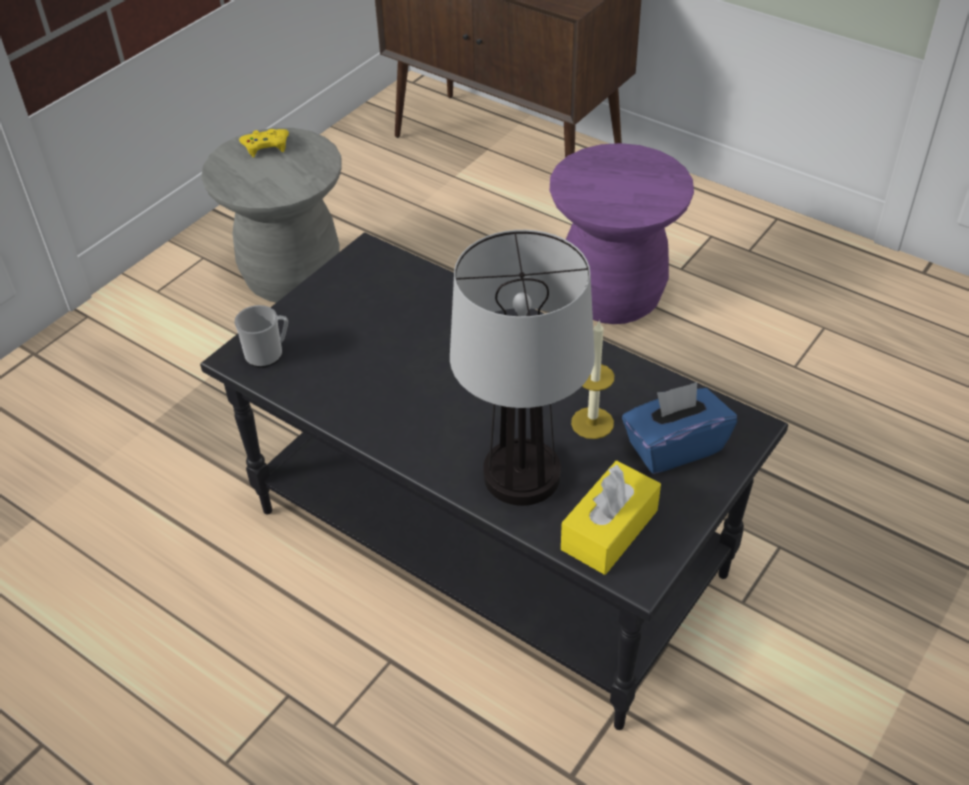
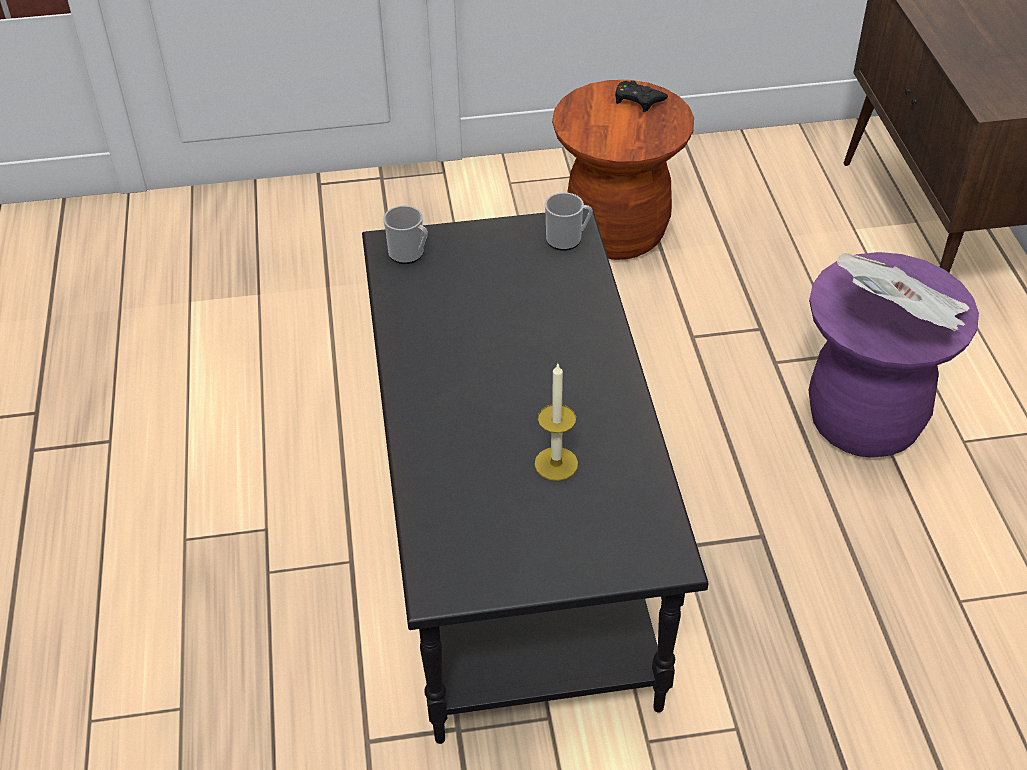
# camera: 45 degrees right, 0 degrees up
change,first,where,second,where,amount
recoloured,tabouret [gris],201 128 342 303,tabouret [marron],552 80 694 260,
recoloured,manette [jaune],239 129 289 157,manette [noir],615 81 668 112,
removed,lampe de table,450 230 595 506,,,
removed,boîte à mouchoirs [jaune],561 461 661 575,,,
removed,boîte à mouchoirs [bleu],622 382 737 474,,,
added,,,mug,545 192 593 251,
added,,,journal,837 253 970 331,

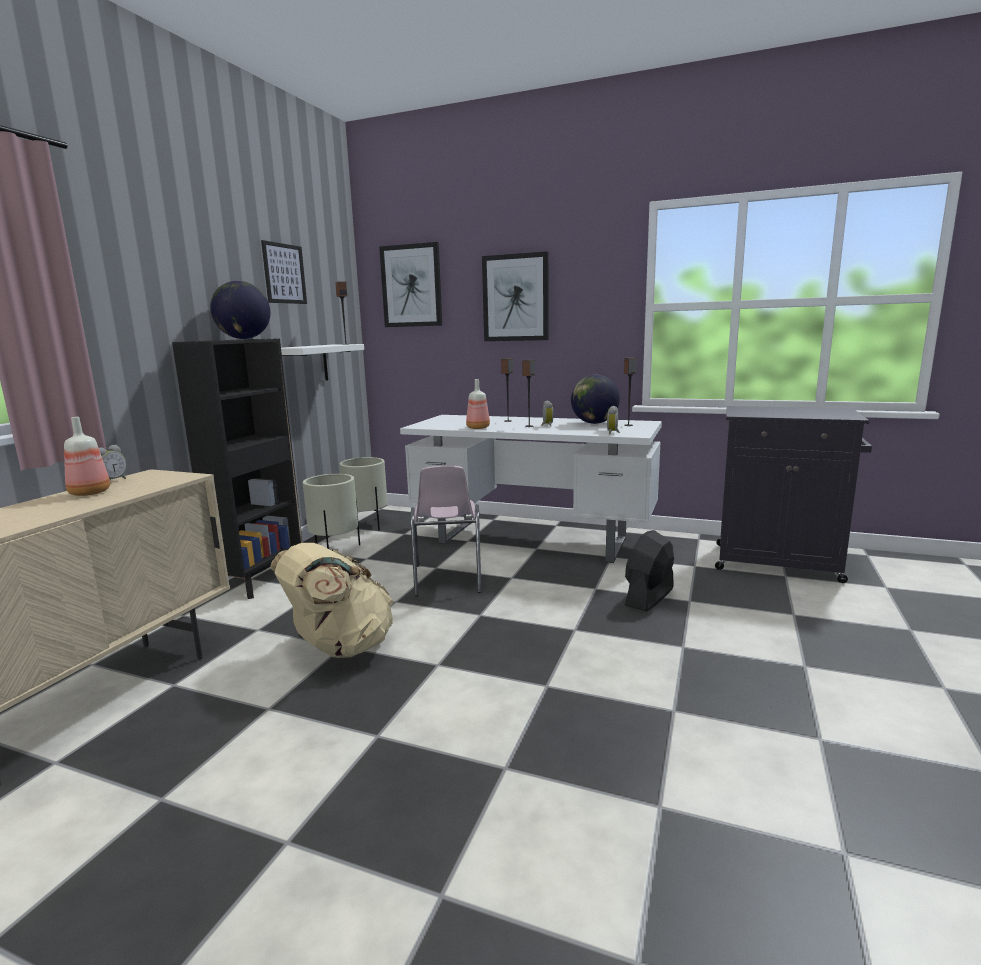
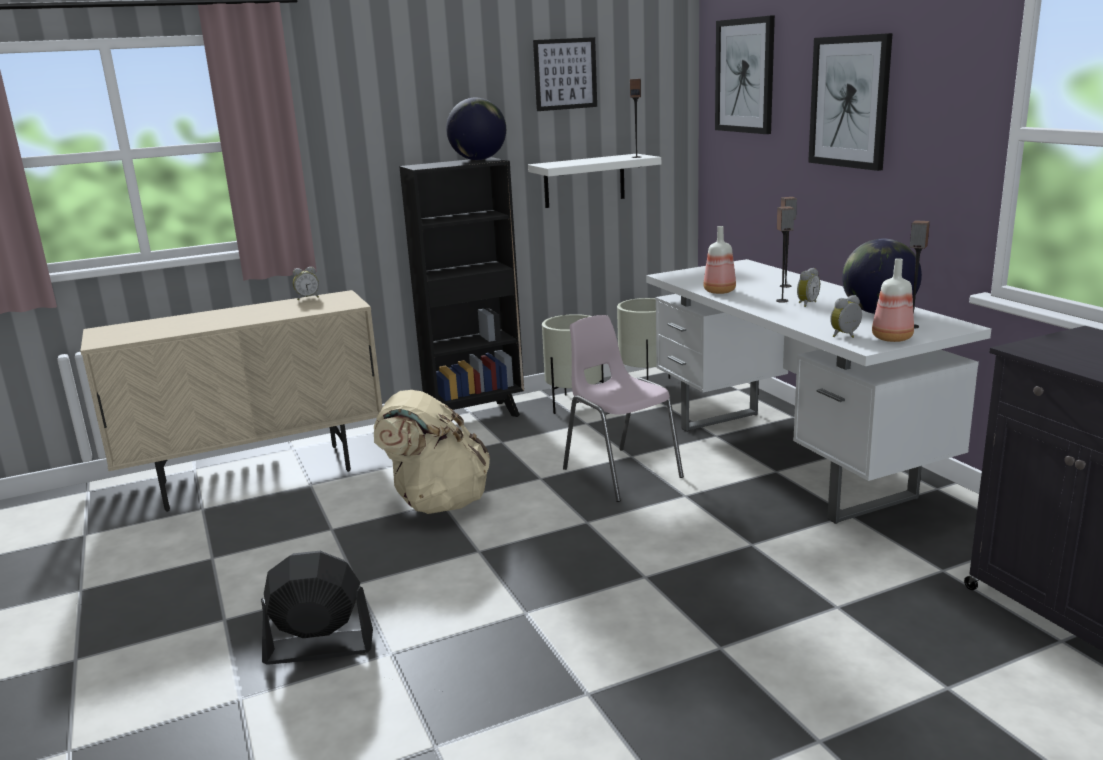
# camera: 45 degrees right, 5 degrees up
change,first,where,second,where,amount
moved,bouteille,64 417 110 496,,872 258 914 342,
turned,chaise [rose],410 466 481 596,,563 315 684 502,105 degrees clockwise
moved,ventilateur [noir],625 530 674 612,,261 551 373 665,

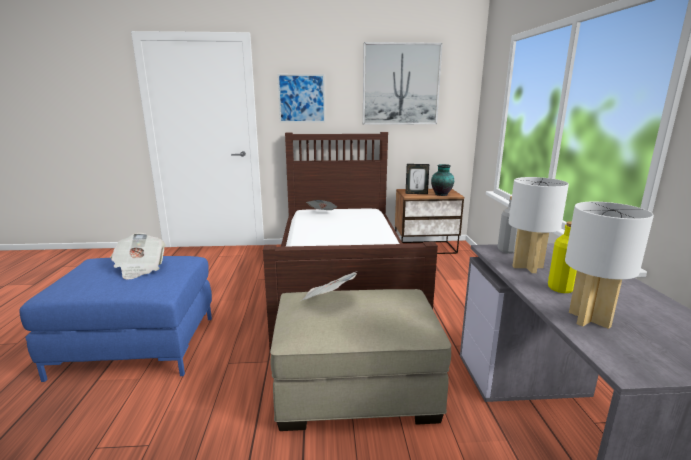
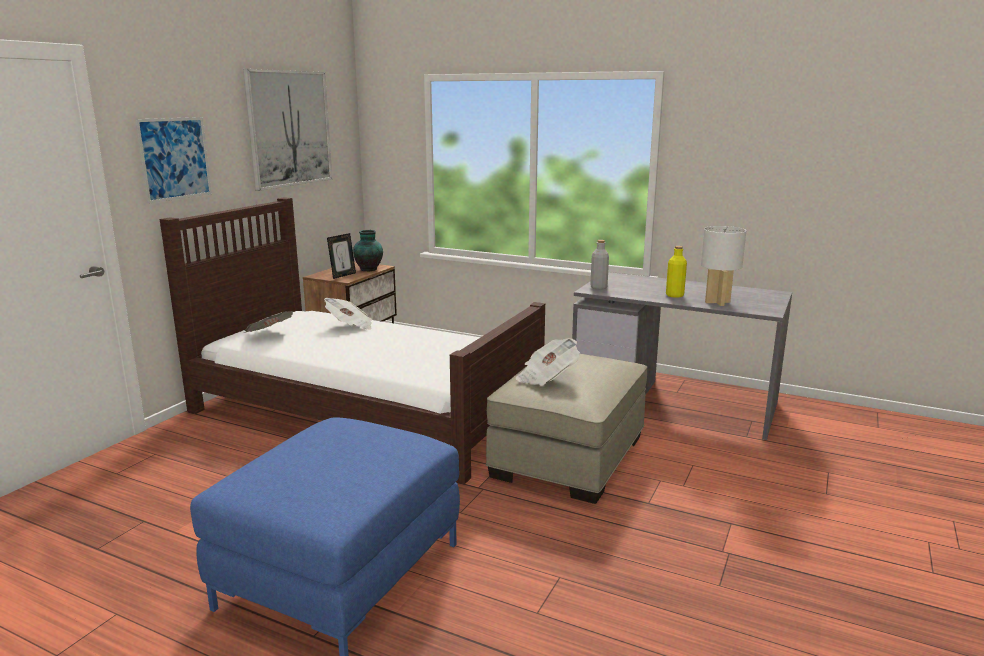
# camera: 60 degrees left, 0 degrees up
change,first,where,second,where,amount
moved,journal,110 233 165 280,,324 298 372 330,
removed,lampe de table [blanc],508 177 569 273,,,

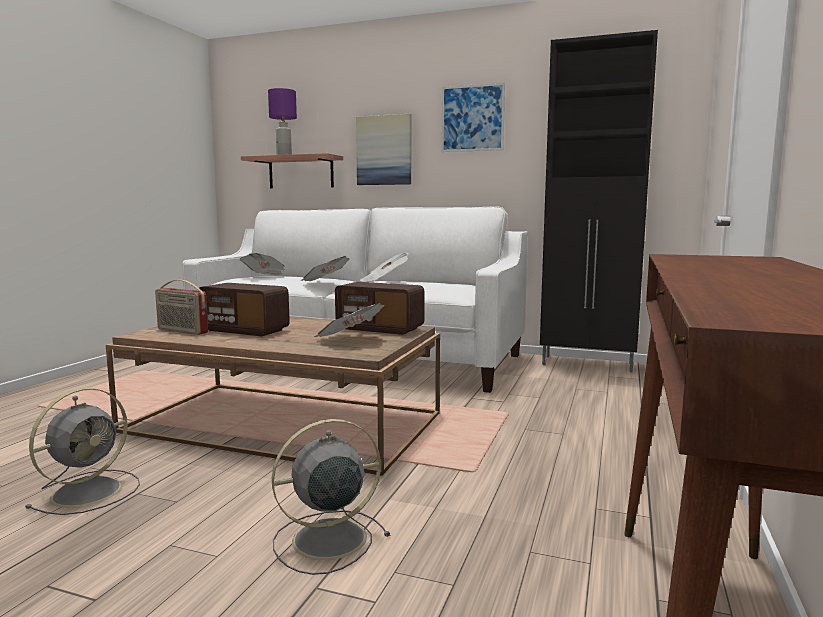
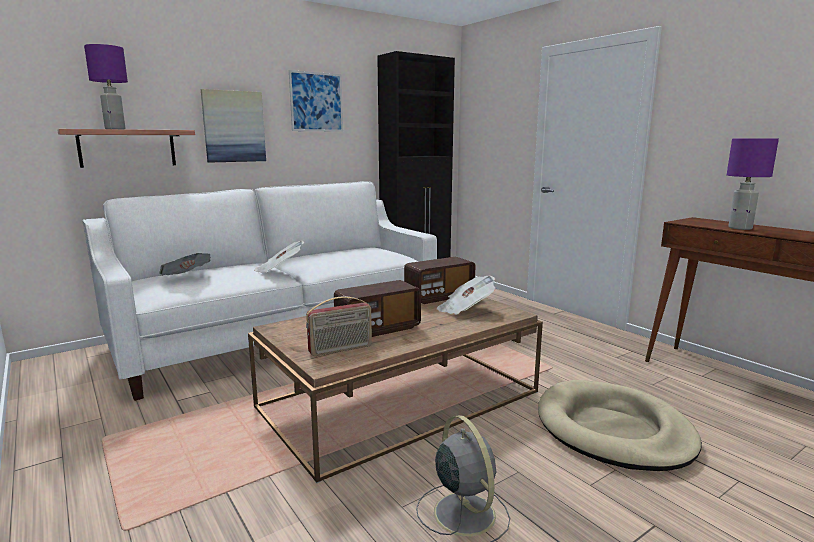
# camera: 55 degrees left, 5 degrees up
change,first,where,second,where,amount
replaced,ventilateur [gris],272 419 390 575,panier pour chien [beige],538 380 702 471,
removed,journal,360 253 409 282,,,
added,,,lampe de table [violet],727 138 779 230,

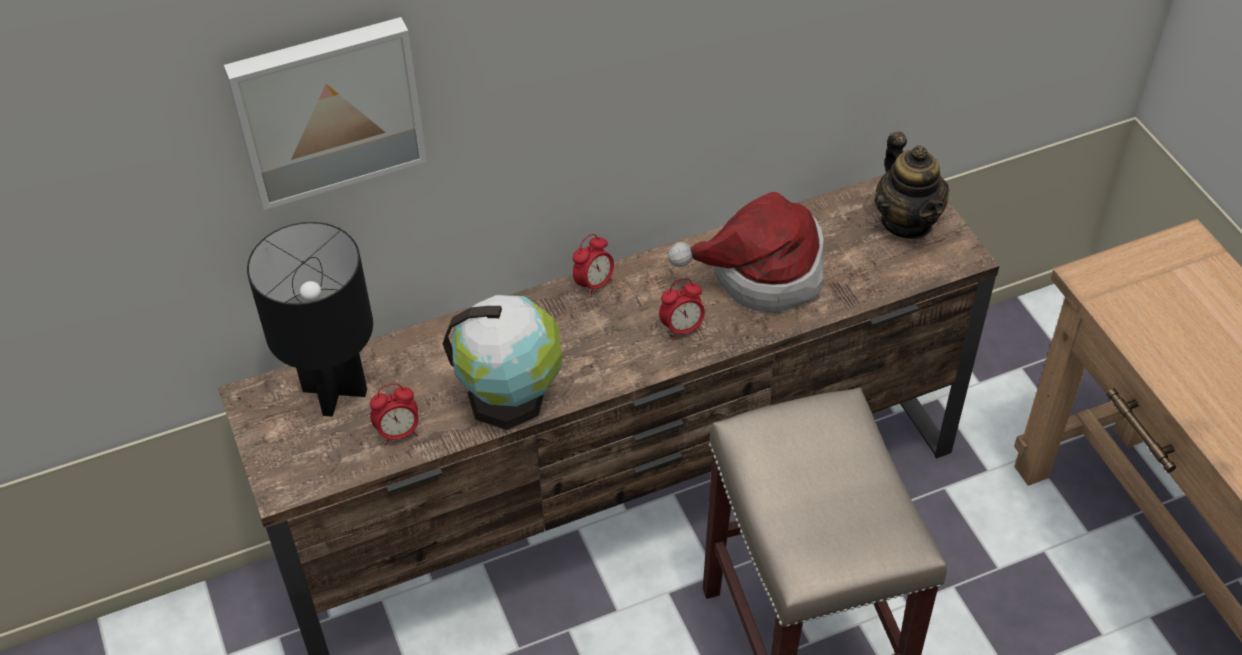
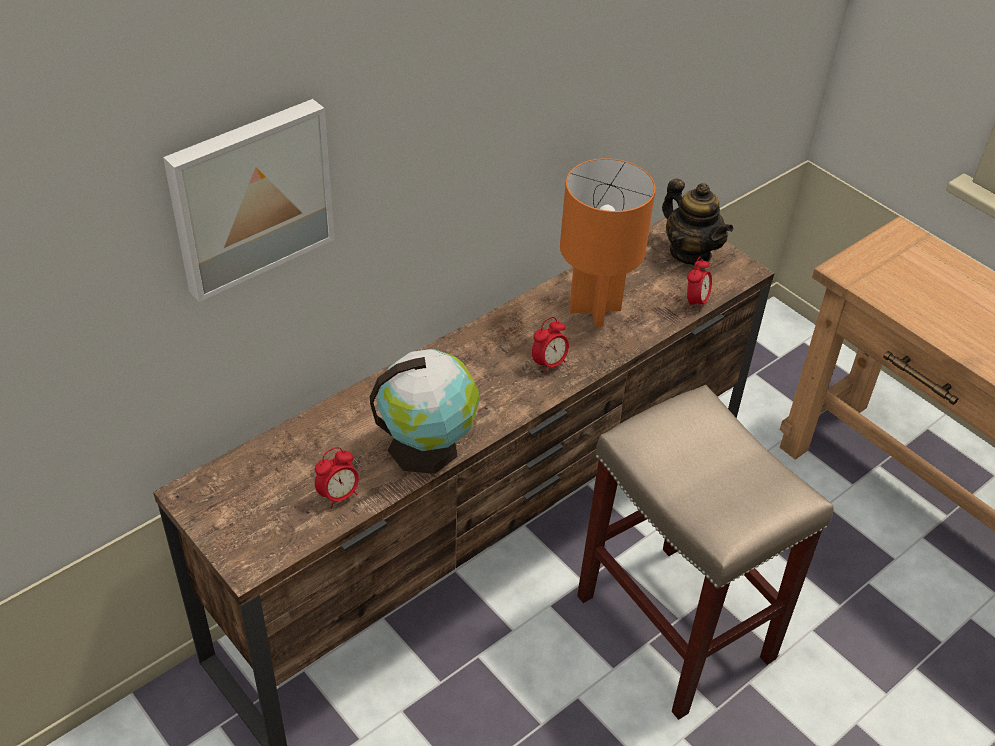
# camera: 20 degrees left, 5 degrees down
change,first,where,second,where,amount
removed,lampe de table [noir],247 222 373 417,,,
moved,réveil,573 234 614 297,,687 257 712 312,
replaced,chapeau,668 192 824 313,lampe de table [orange],560 158 656 327,

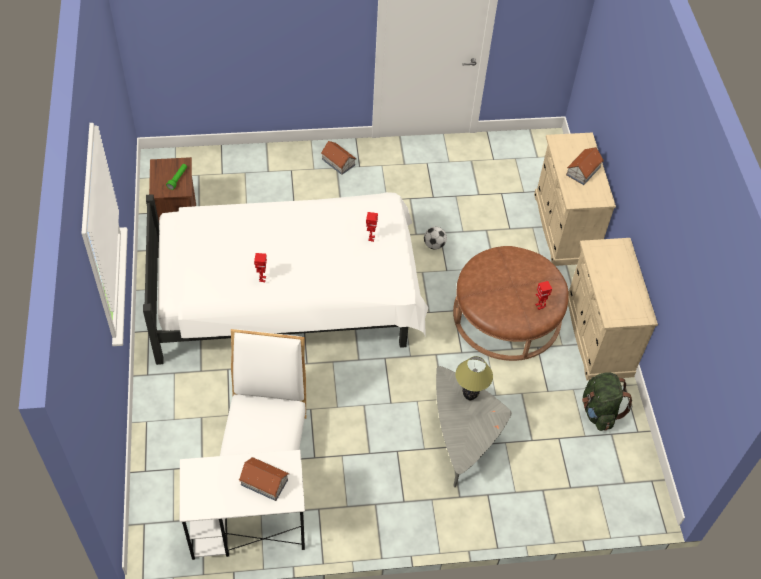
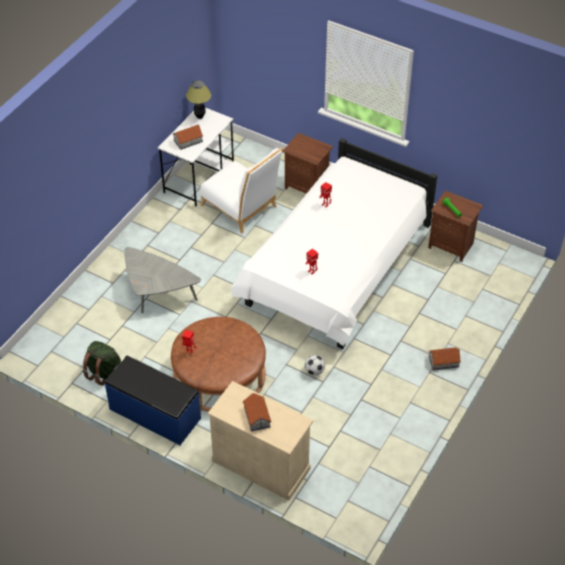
# camera: 130 degrees right, 5 degrees down
change,first,where,second,where,amount
moved,lampe de table,456 356 493 400,,186 80 211 119,
replaced,meuble de rangement [beige],568 238 658 381,banc [bleu],105 356 201 445,
added,,,table de chevet [marron],282 133 333 194,

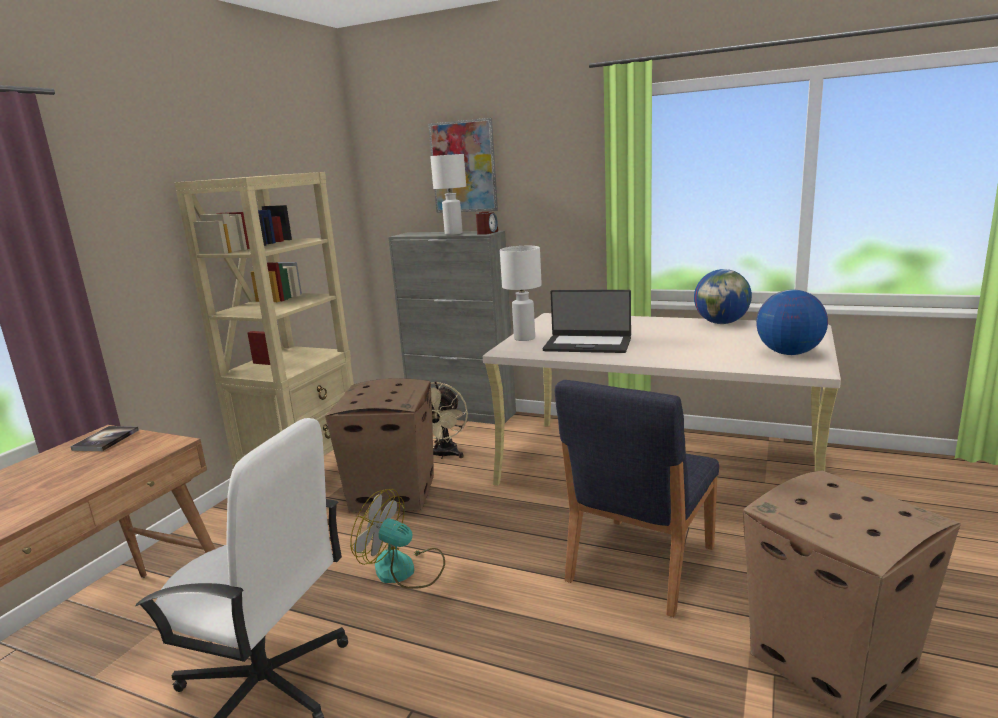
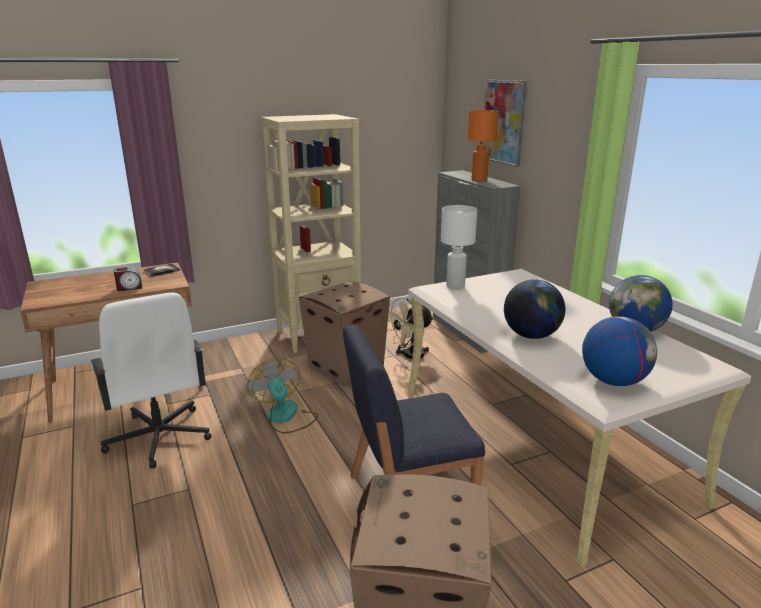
# camera: 40 degrees right, 5 degrees up
change,first,where,second,where,amount
recoloured,lampe de table [blanc],430 154 466 235,lampe de table [orange],467 110 499 181,
moved,réveil,476 211 498 235,,114 267 142 291,
removed,ordinateur portable,543 290 631 353,,,
added,,,globe,504 279 565 339,

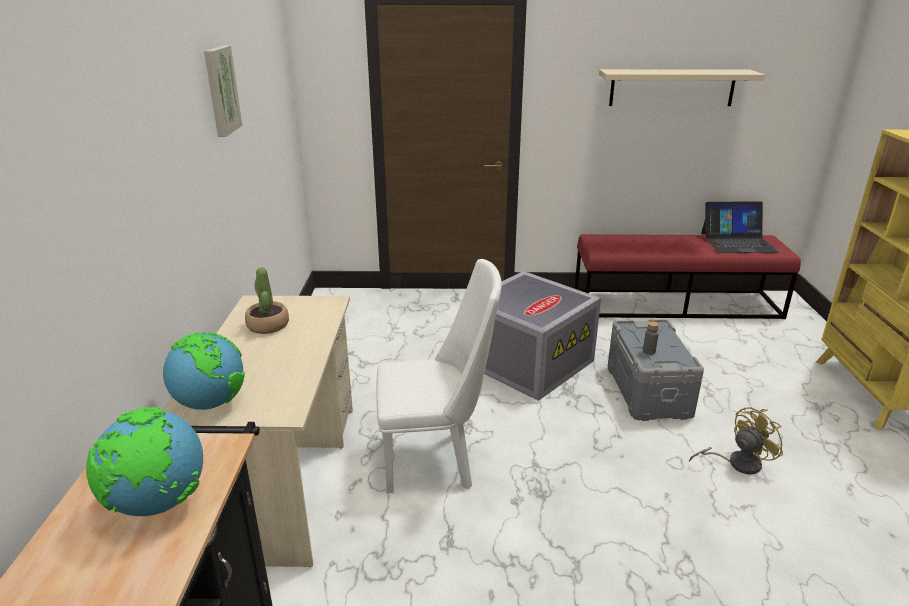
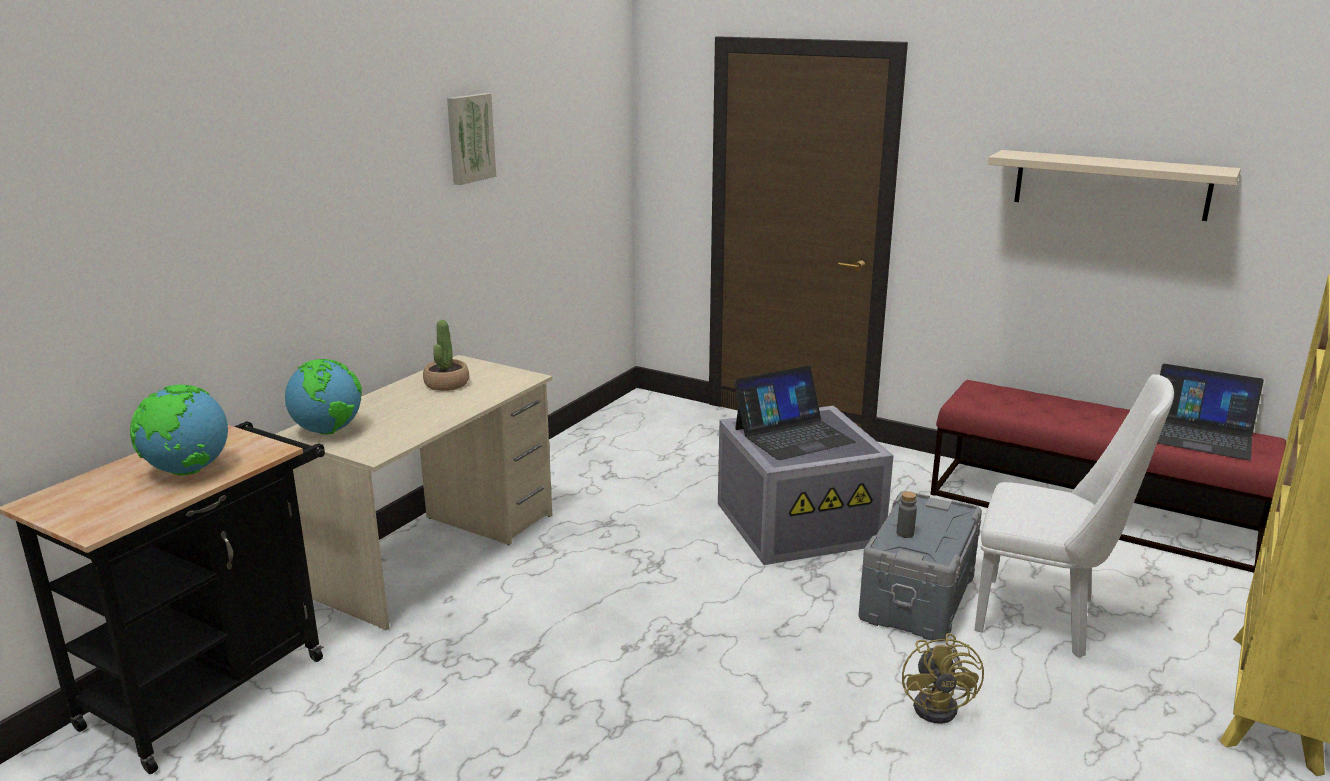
# camera: 30 degrees right, 5 degrees down
change,first,where,second,where,amount
moved,chaise [blanc],376 259 502 493,,974 374 1174 657,
turned,ventilateur [jaune],689 407 783 475,,902 633 984 724,90 degrees clockwise
added,,,ordinateur portable,734 365 856 460,

